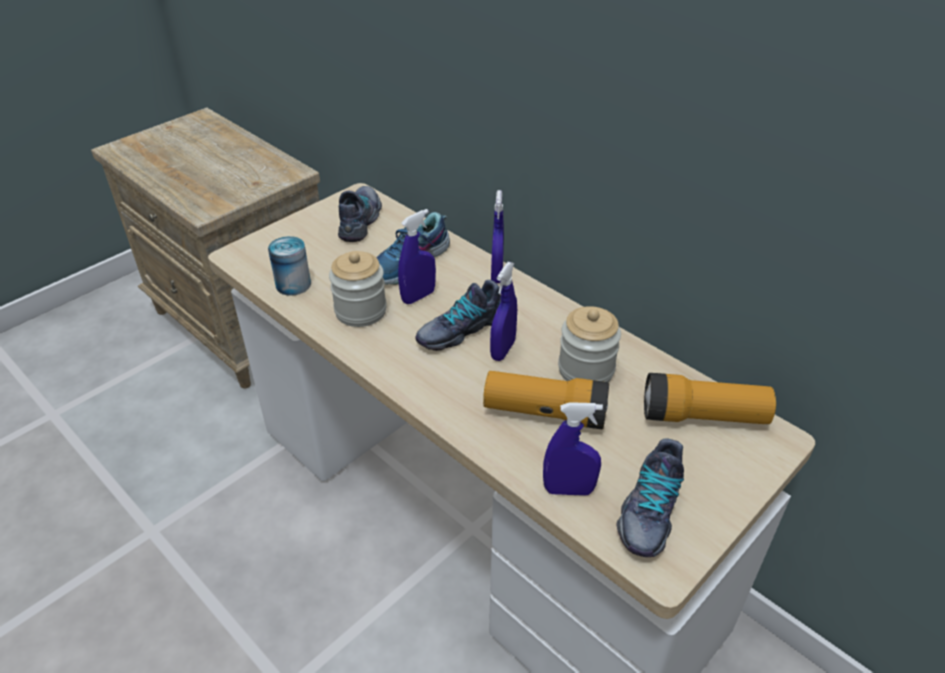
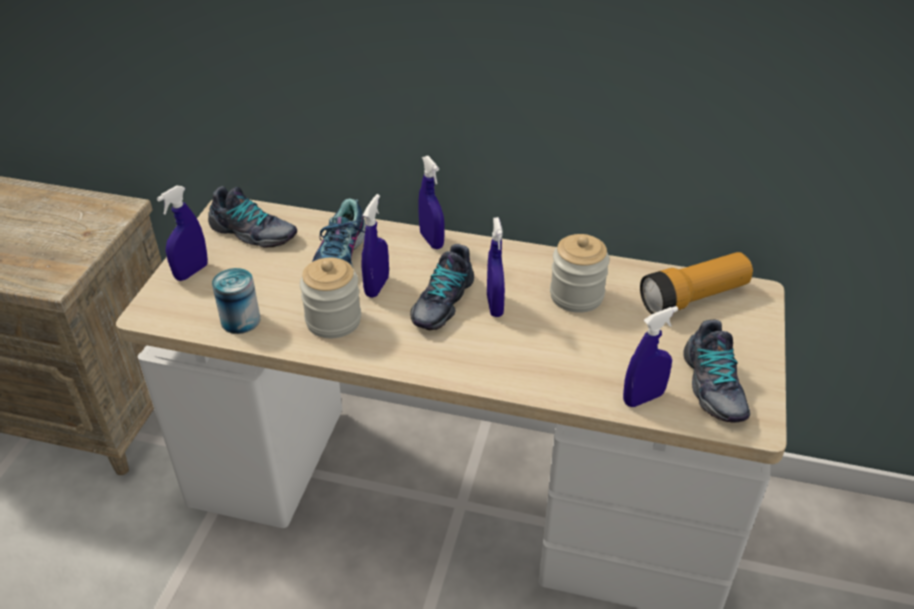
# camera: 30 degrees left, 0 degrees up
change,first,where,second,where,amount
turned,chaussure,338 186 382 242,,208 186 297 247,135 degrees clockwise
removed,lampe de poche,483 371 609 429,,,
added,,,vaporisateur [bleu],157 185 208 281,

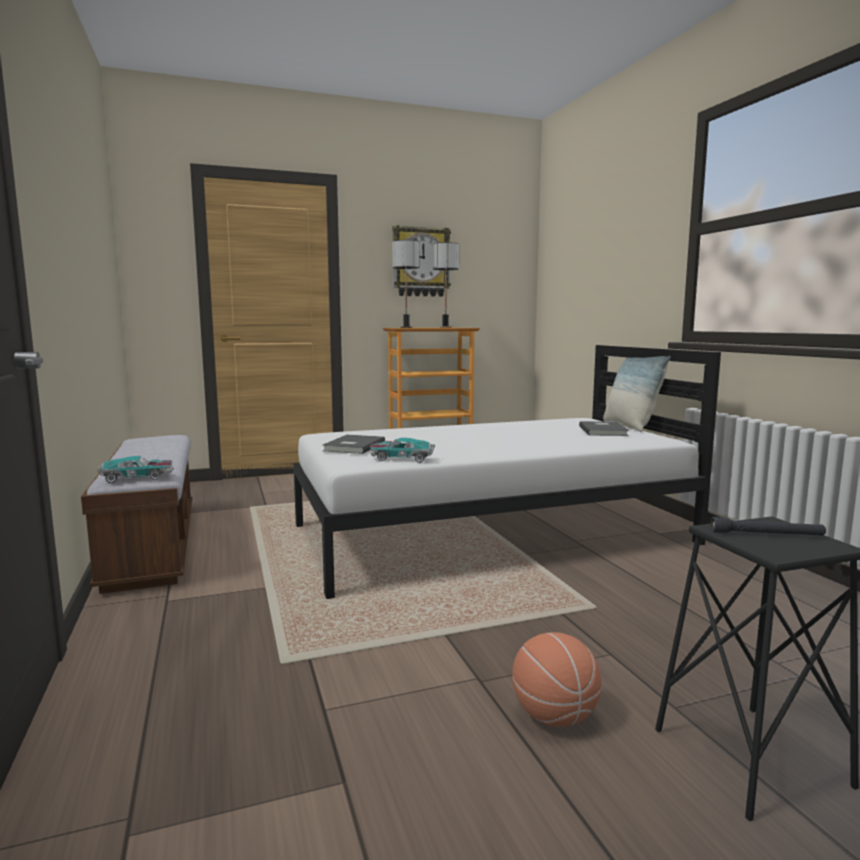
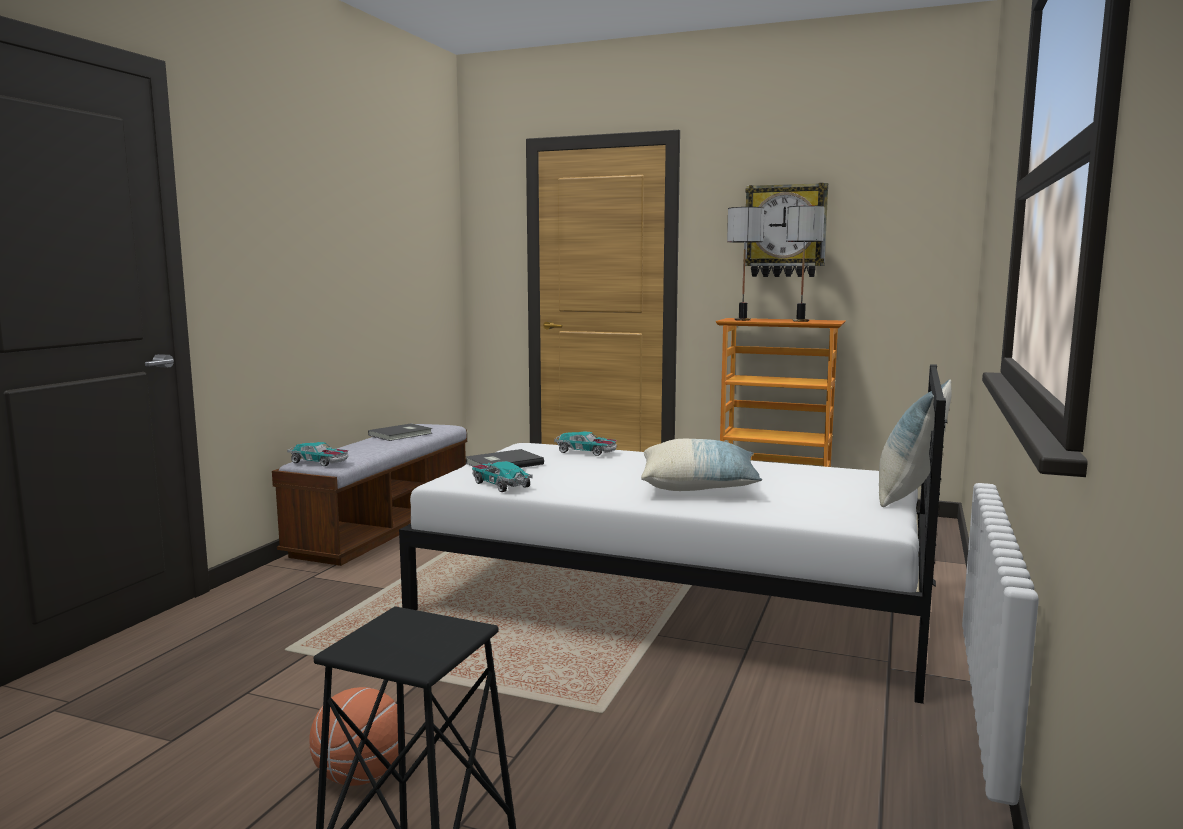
# camera: 40 degrees right, 0 degrees up
change,first,where,second,where,amount
moved,livre [gris],579 421 629 436,,368 423 432 441,
removed,lampe de poche [noir],711 517 826 536,,,
added,,,petite voiture,554 432 617 456,
added,,,coussin,641 439 762 491,

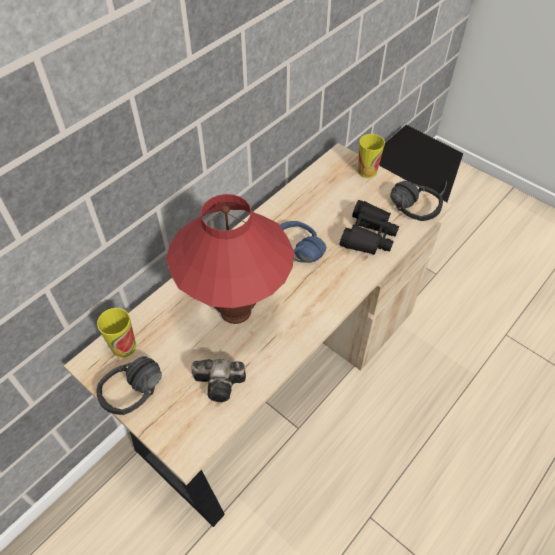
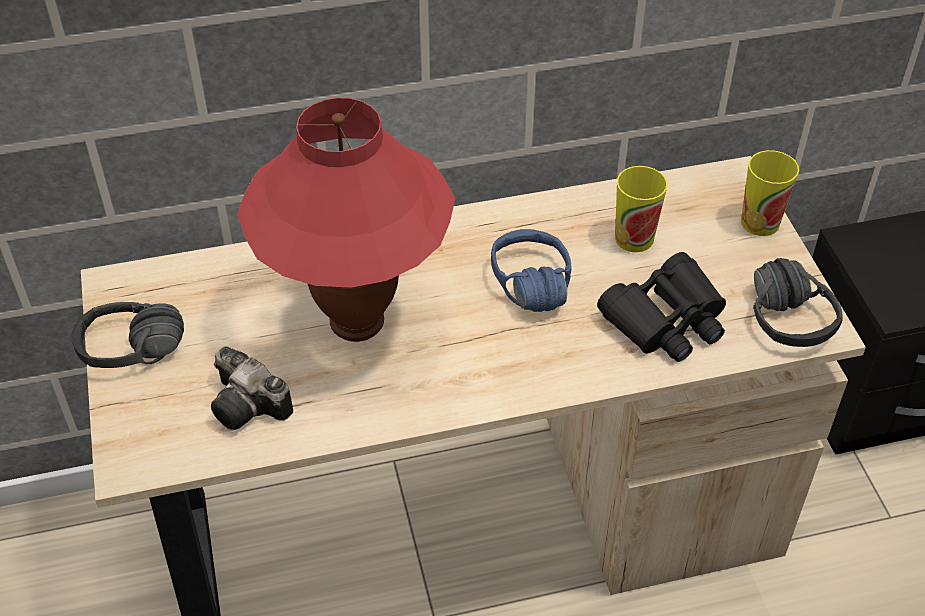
# camera: 35 degrees right, 5 degrees down
change,first,where,second,where,amount
moved,tasse,97 308 136 357,,615 166 668 252,

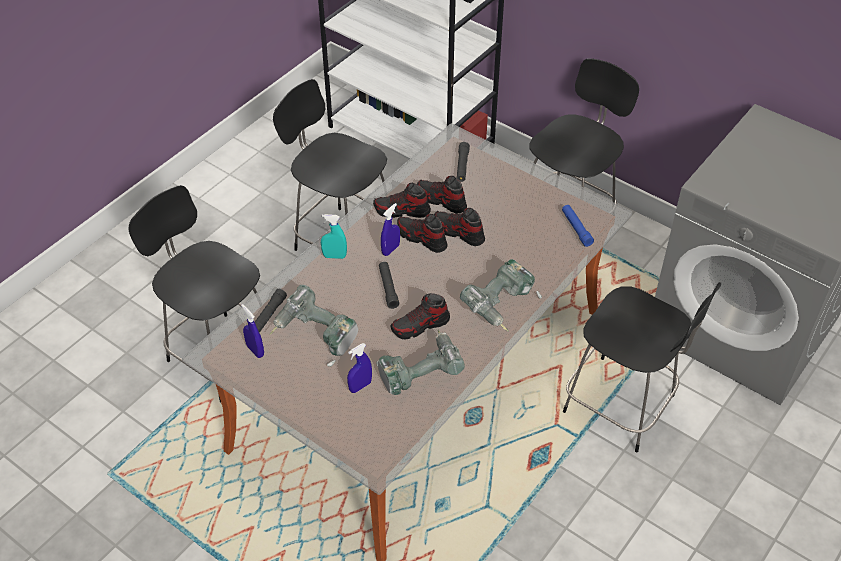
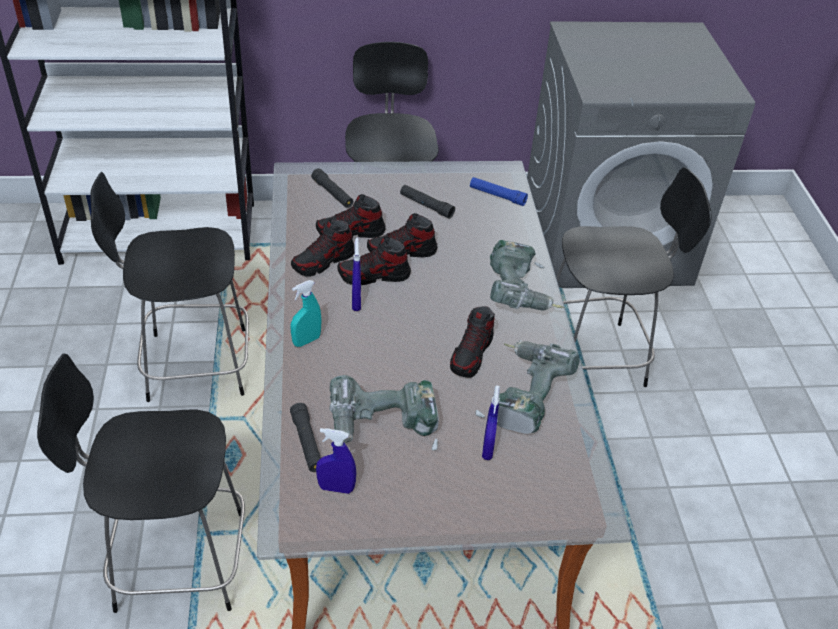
# camera: 45 degrees left, 5 degrees down
change,first,where,second,where,amount
moved,lampe de poche [noir],379 262 399 309,,400 185 455 219,

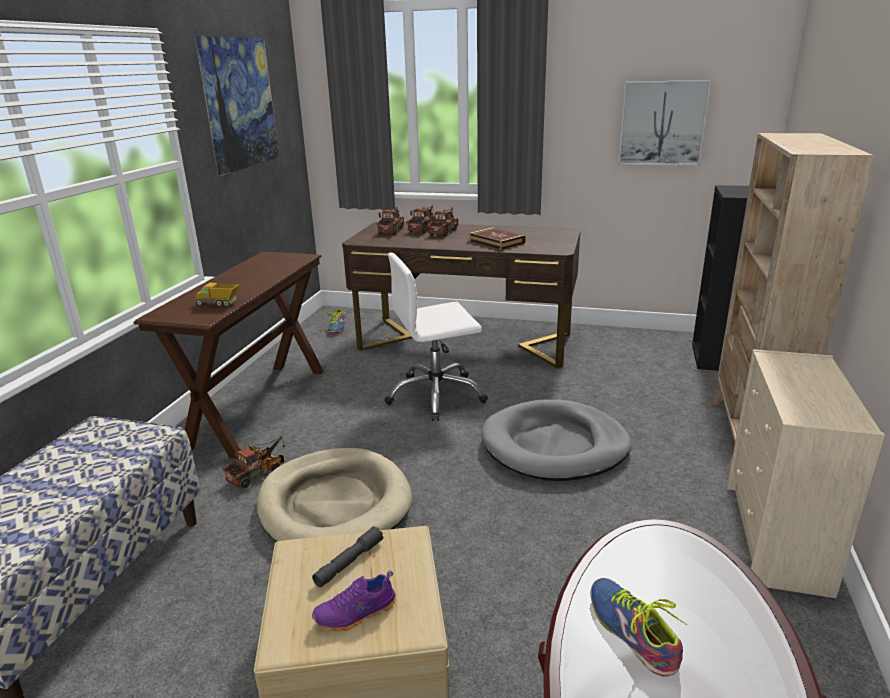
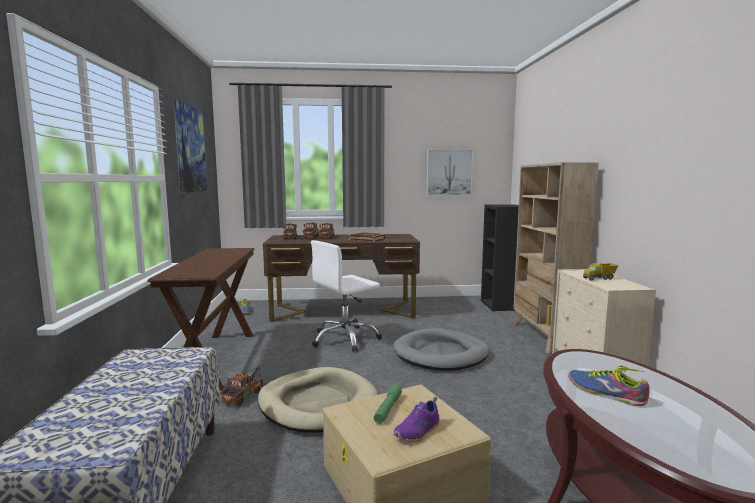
# camera: 20 degrees left, 15 degrees down
change,first,where,second,where,amount
moved,camion jouet,195 283 239 307,,583 263 618 280,
recoloured,lampe de poche [gris],312 526 383 587,lampe de poche [vert],374 384 402 424,

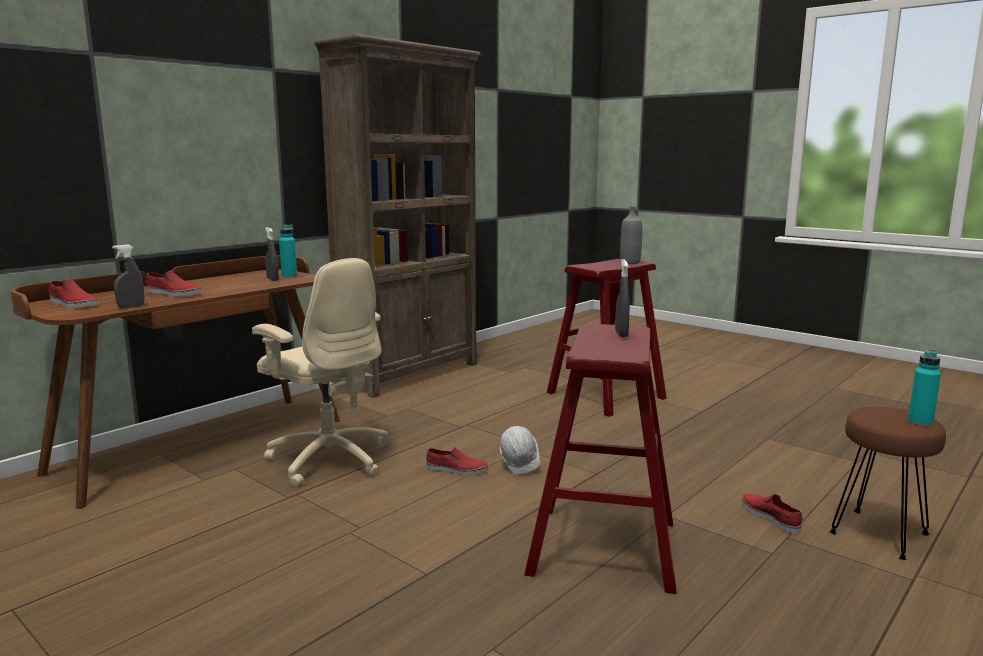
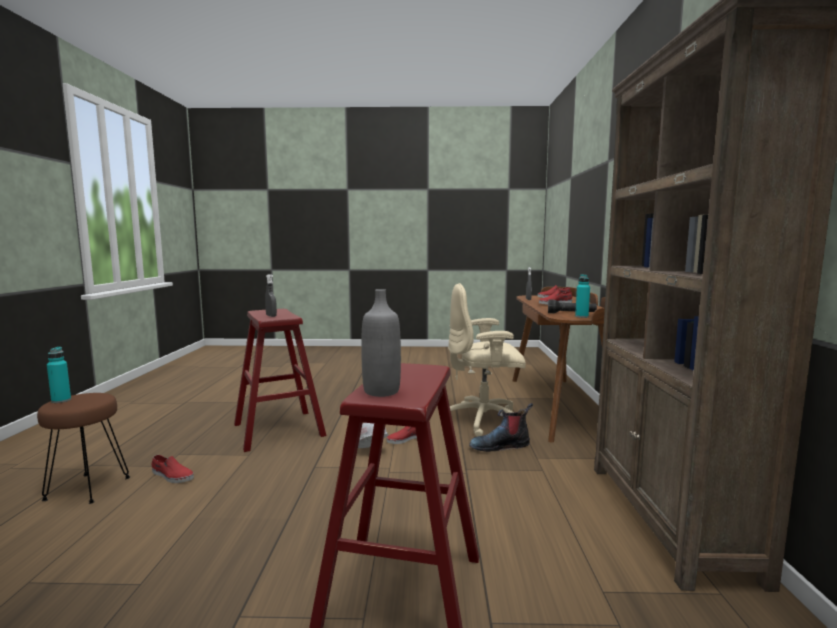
# camera: 140 degrees right, 5 degrees down
change,first,where,second,where,amount
replaced,vaporisateur [gris],265 227 279 281,lampe de poche [noir],548 300 597 313,
added,,,botte,469 403 533 452,

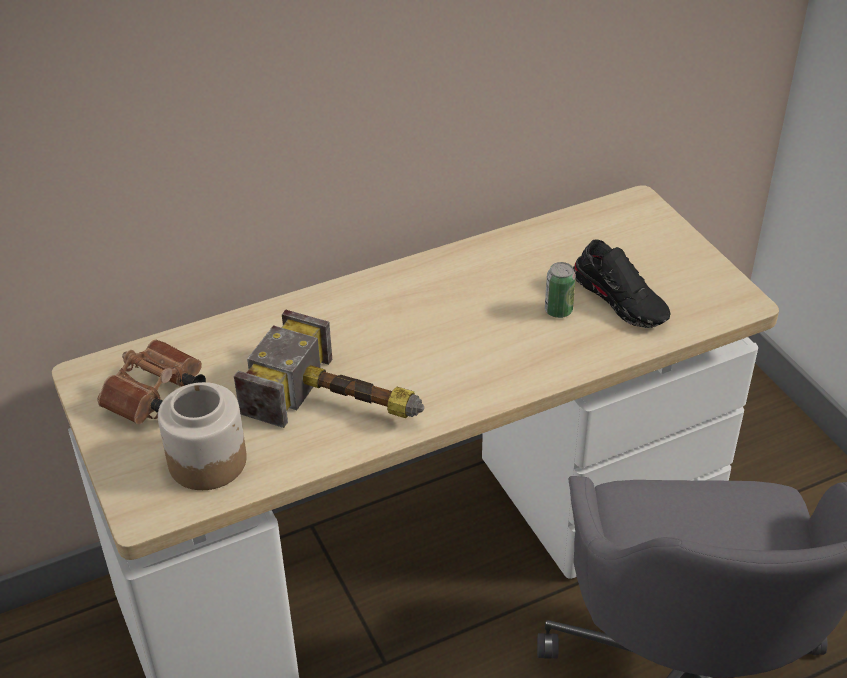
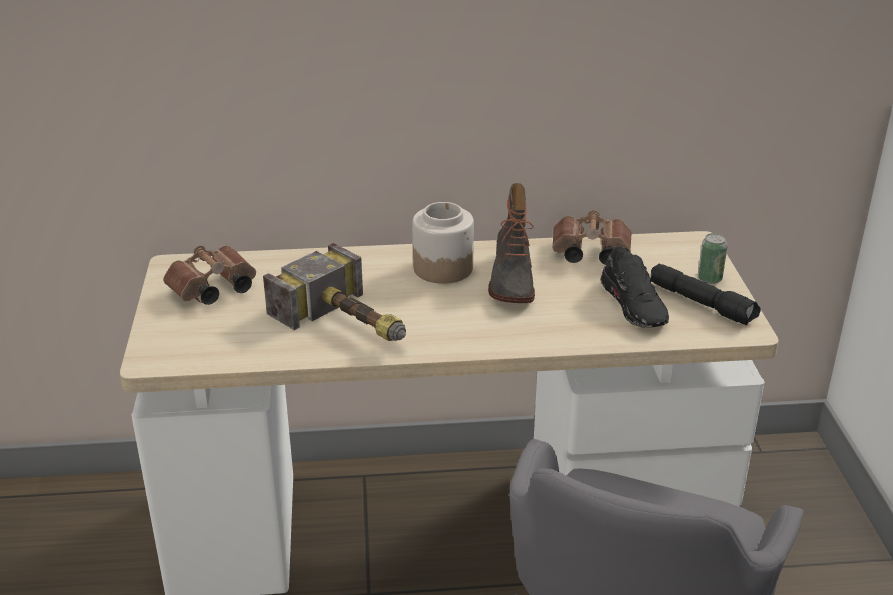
# camera: 20 degrees right, 10 degrees down
change,first,where,second,where,amount
moved,bocal,158 382 247 490,,413 202 474 284,
moved,boîte métallique,545 262 576 318,,698 233 728 284,
added,,,botte,488 183 535 303,
added,,,jumelles [marron],552 210 632 265,
added,,,lampe de poche [noir],651 264 761 325,

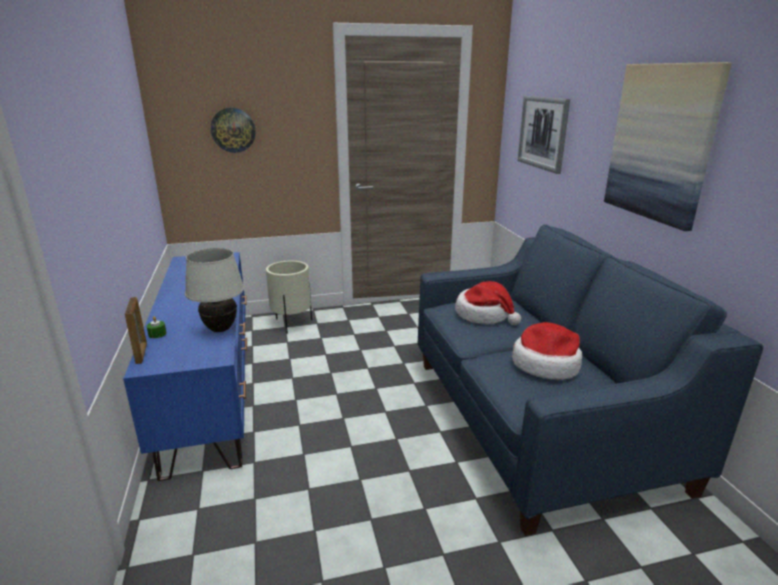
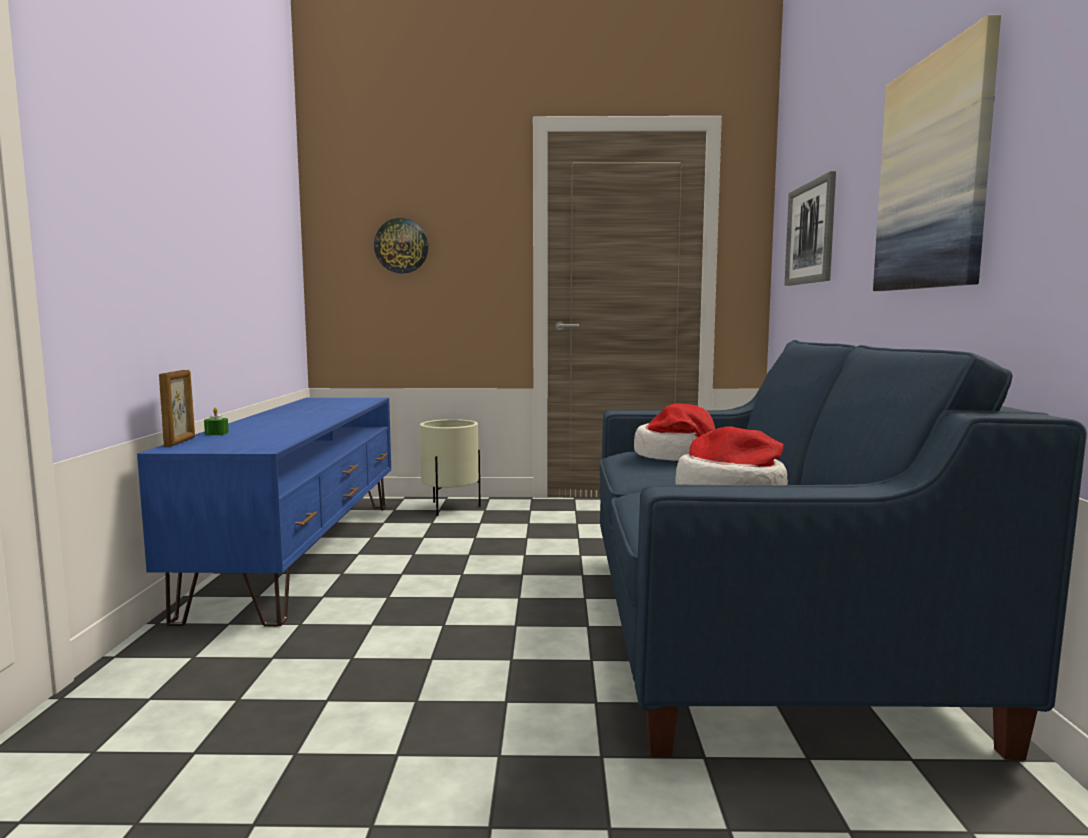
# camera: 15 degrees right, 15 degrees down
change,first,where,second,where,amount
removed,lampe de table [blanc],185 248 244 332,,,

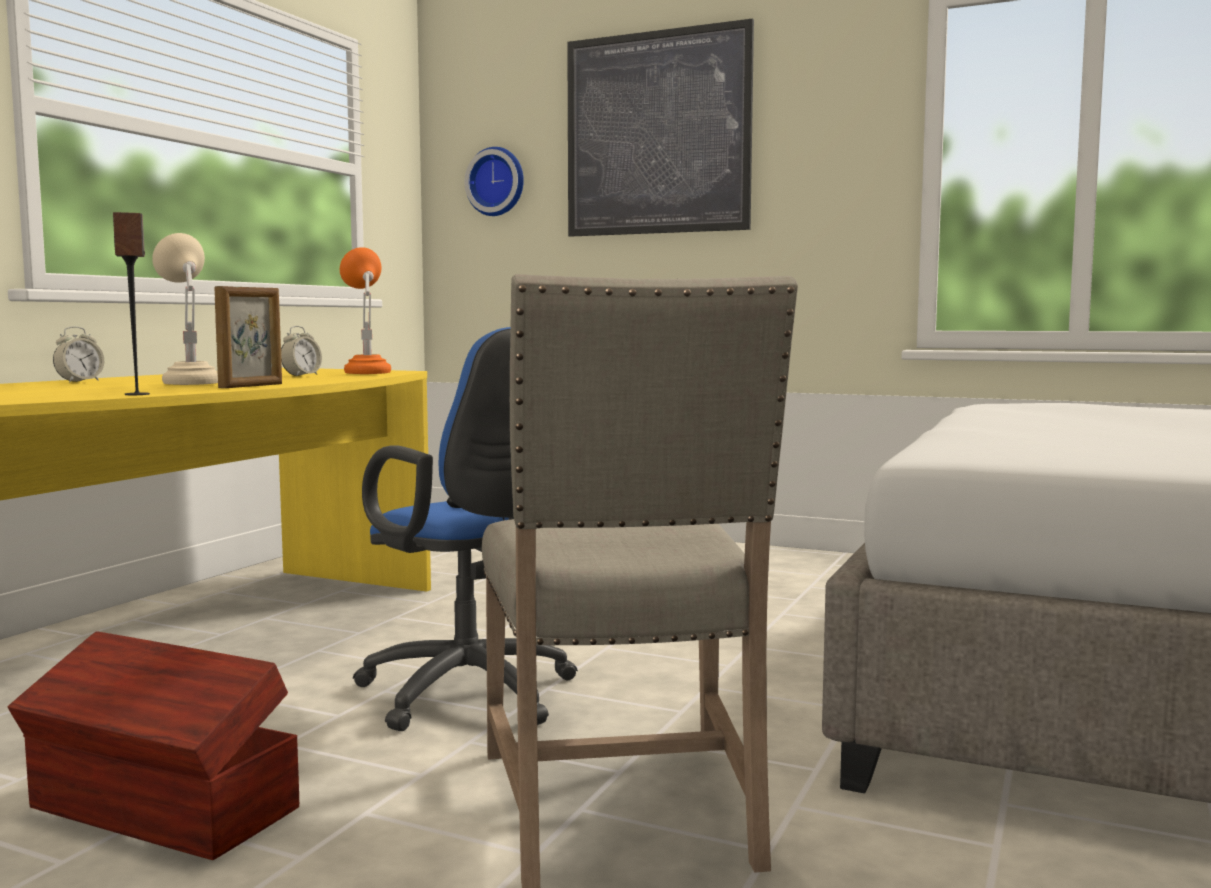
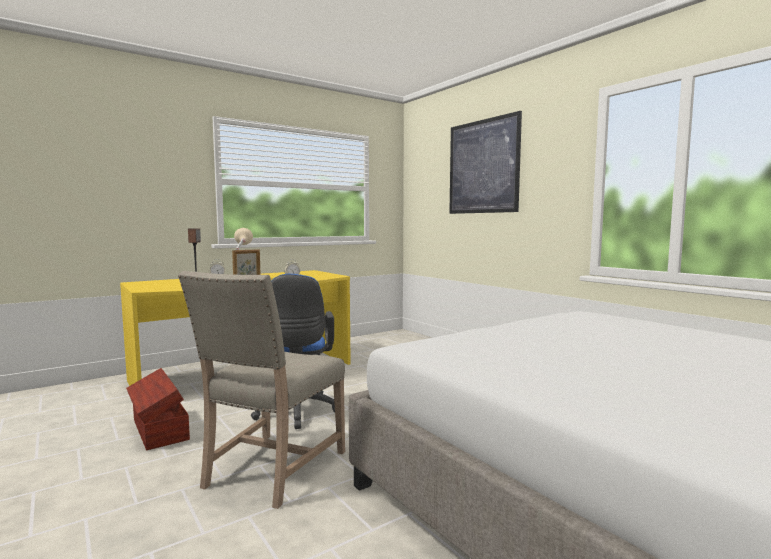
# camera: 30 degrees right, 0 degrees up
change,first,where,second,where,amount
removed,lampe de table [orange],340 247 391 374,,,
removed,horloge murale,464 147 524 216,,,

